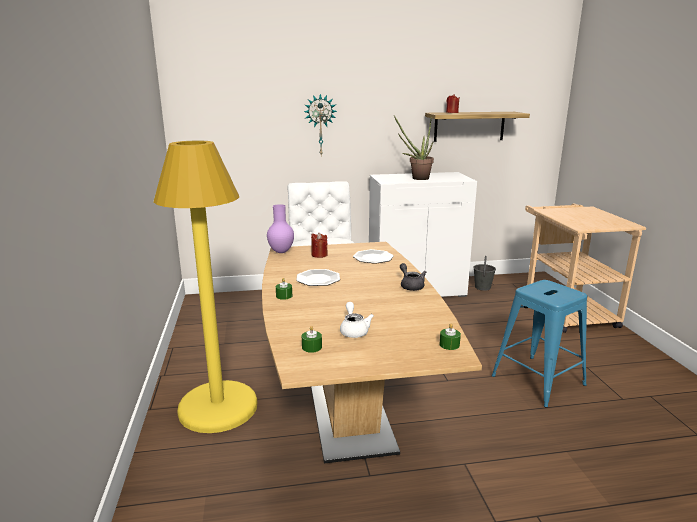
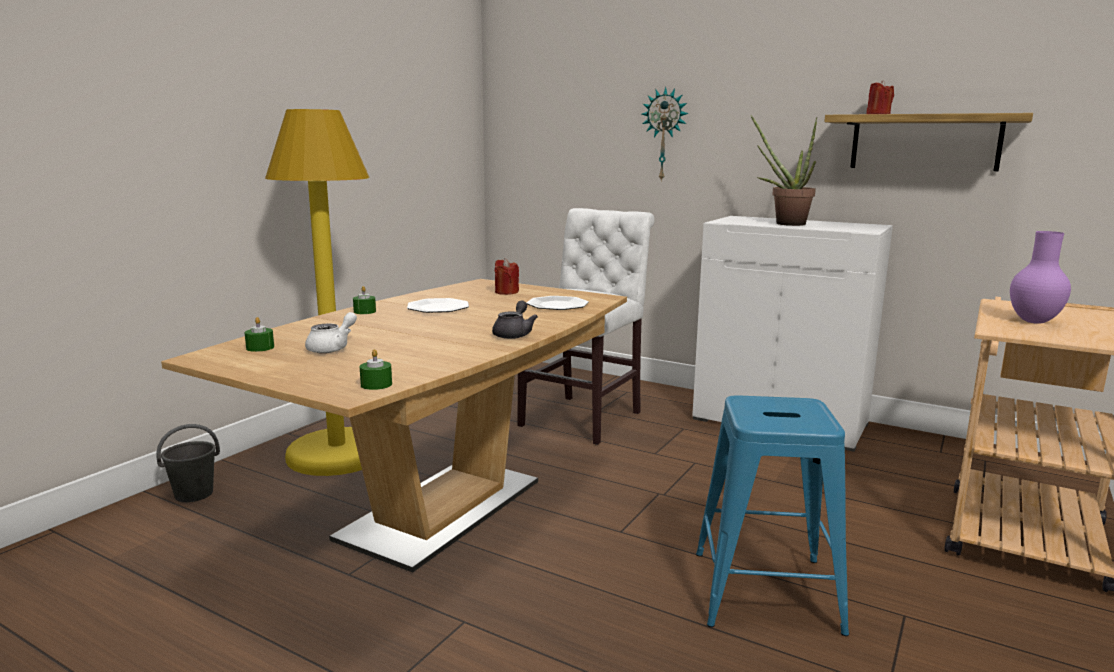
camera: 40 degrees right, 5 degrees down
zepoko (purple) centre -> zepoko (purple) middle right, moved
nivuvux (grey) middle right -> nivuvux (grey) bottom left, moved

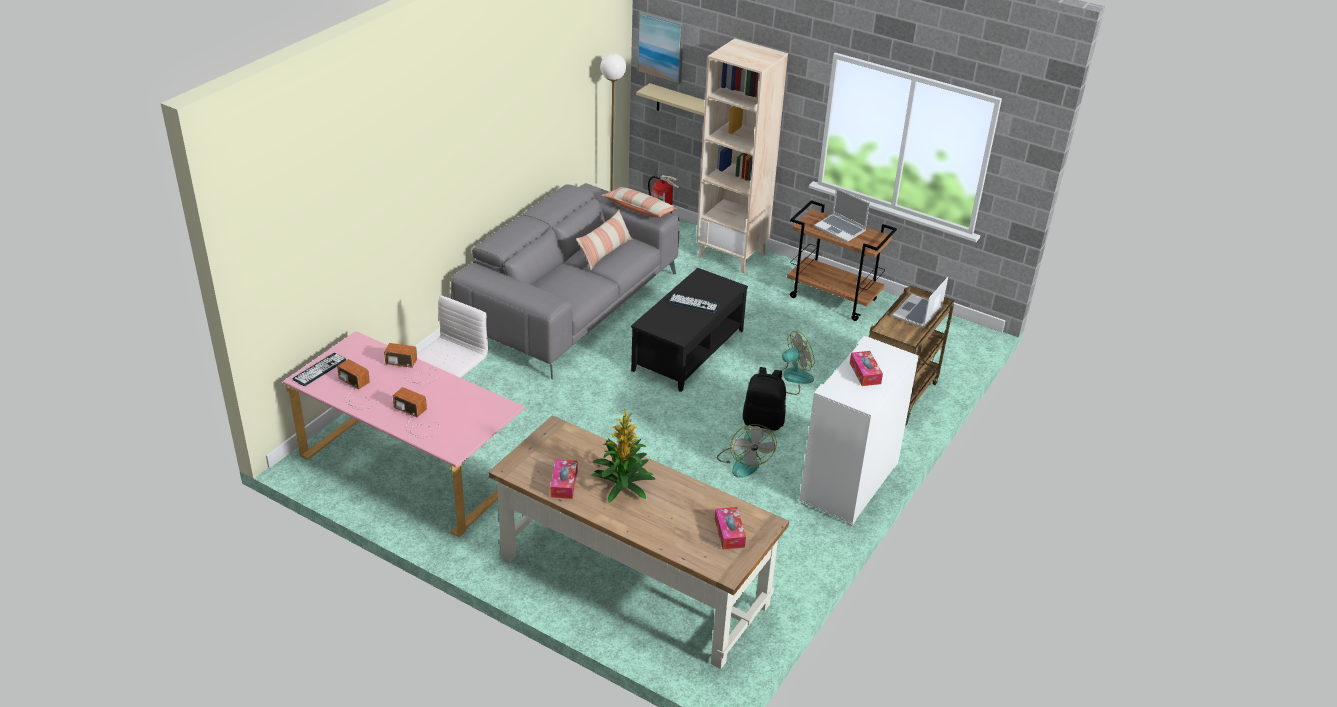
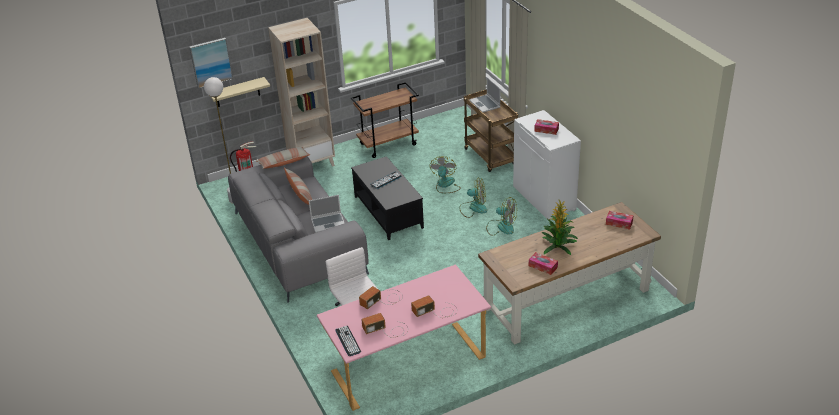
camera: 55 degrees left, 0 degrees up
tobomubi (1st from left) top centre -> tobomubi (1st from left) centre, moved
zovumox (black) centre -> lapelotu (2nd from left) centre

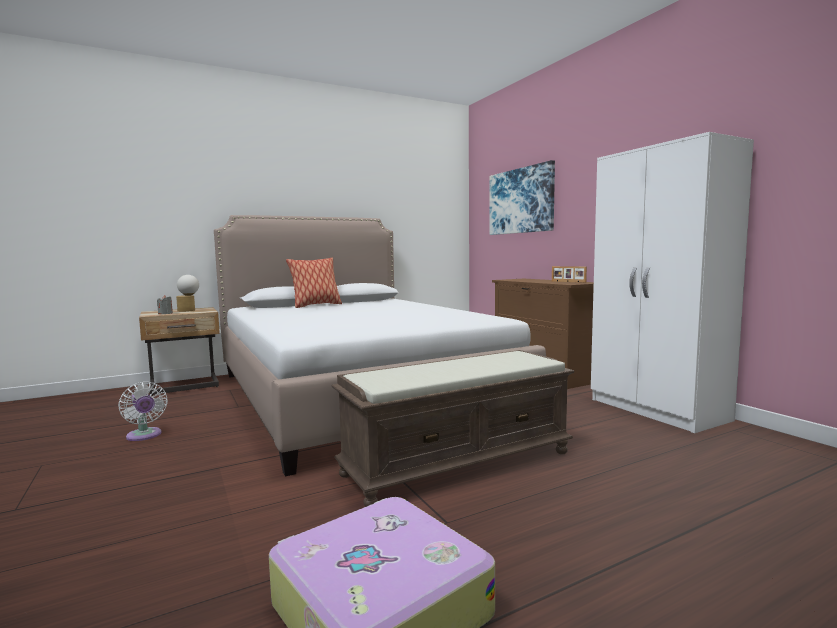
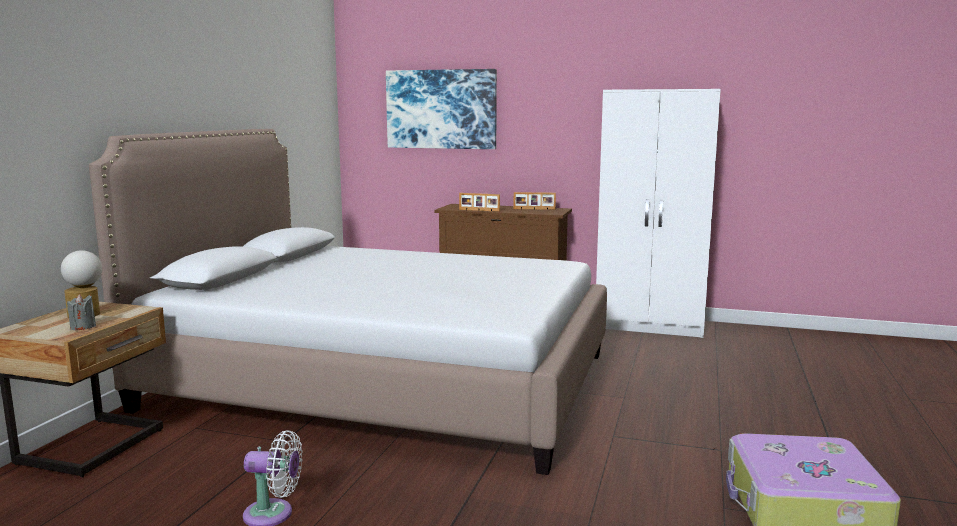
camera: 45 degrees left, 5 degrees up
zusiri centre -> none
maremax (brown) bottom centre -> none
none -> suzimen (1st from left) centre

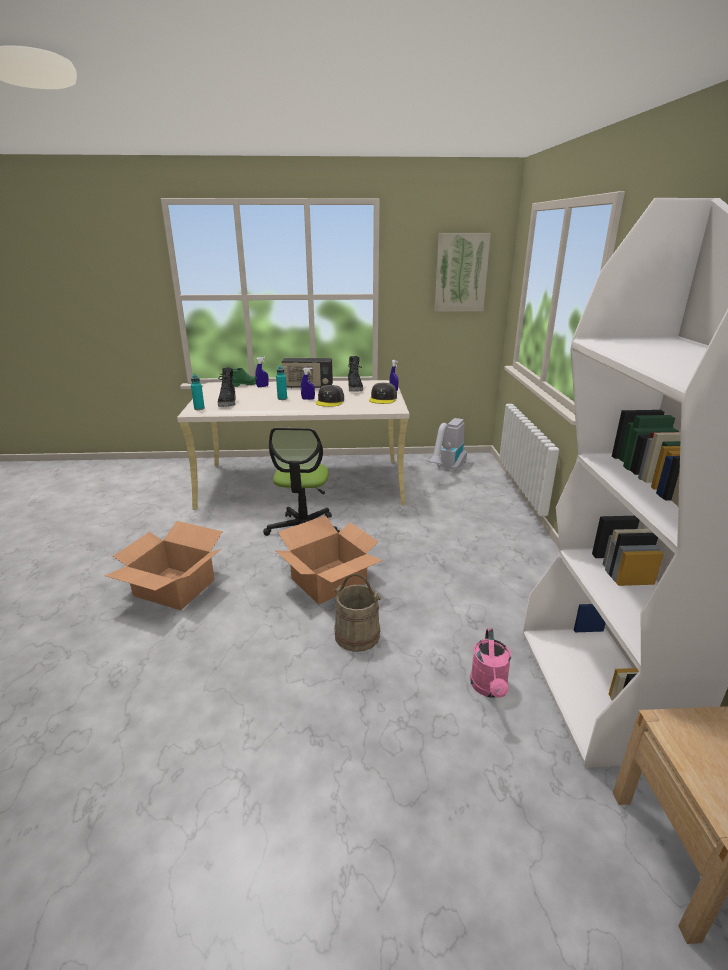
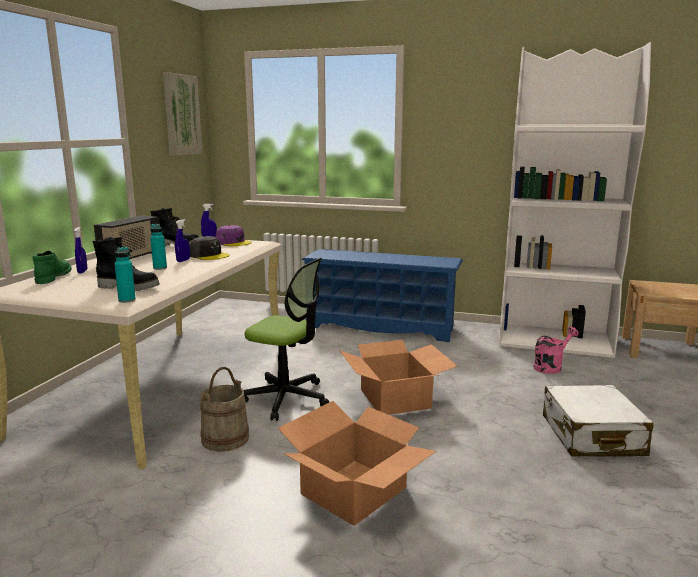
camera: 70 degrees left, 10 degrees down
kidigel centre -> none
none -> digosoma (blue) centre
none -> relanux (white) bottom right
nivuvux (beige) centre -> nivuvux (beige) bottom left, moved
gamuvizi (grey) (2nd from left) centre -> gamuvizi (purple) centre
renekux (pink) bottom right -> renekux (pink) middle right, 60 degrees counterclockwise

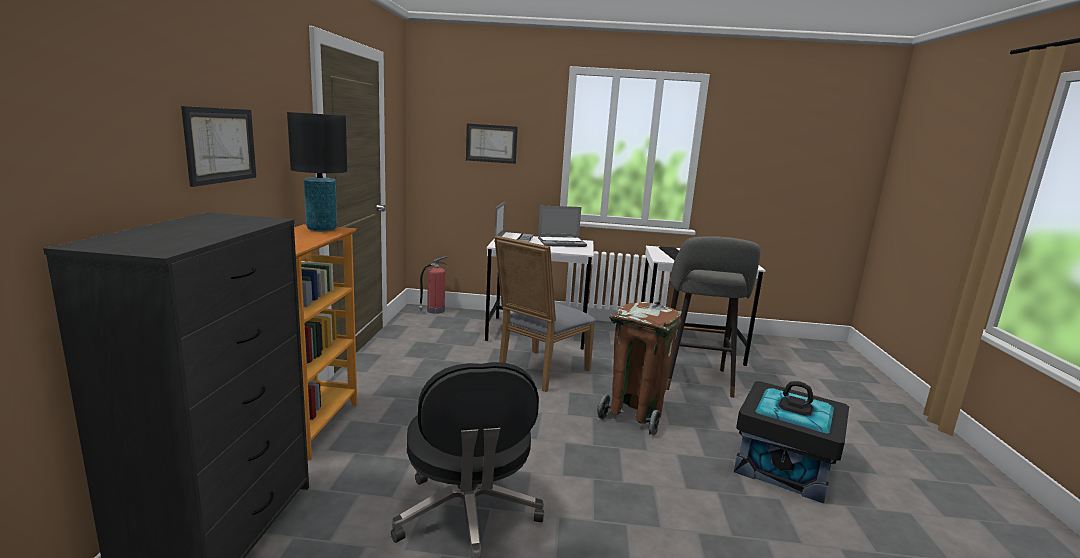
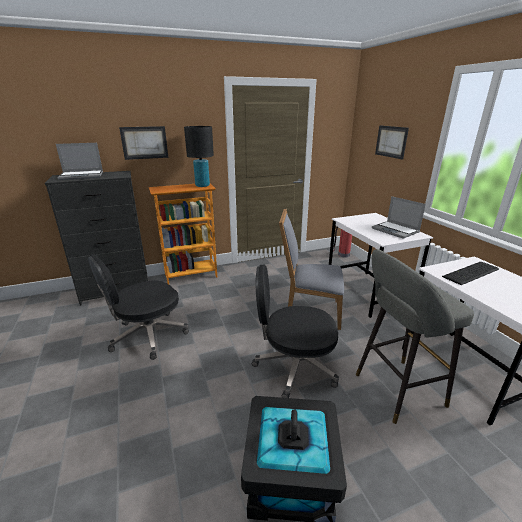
camera: 65 degrees right, 10 degrees up
tobomubi (1st from left) centre -> tobomubi (1st from left) top left, moved
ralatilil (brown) centre -> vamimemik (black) (2nd from left) centre

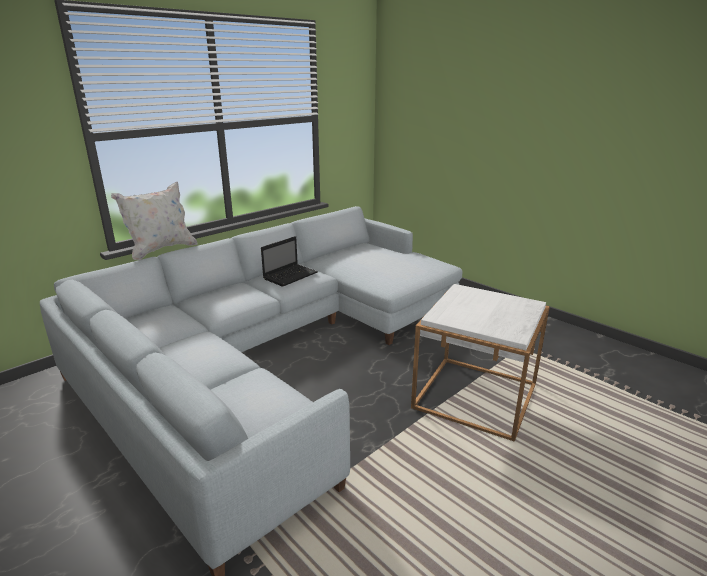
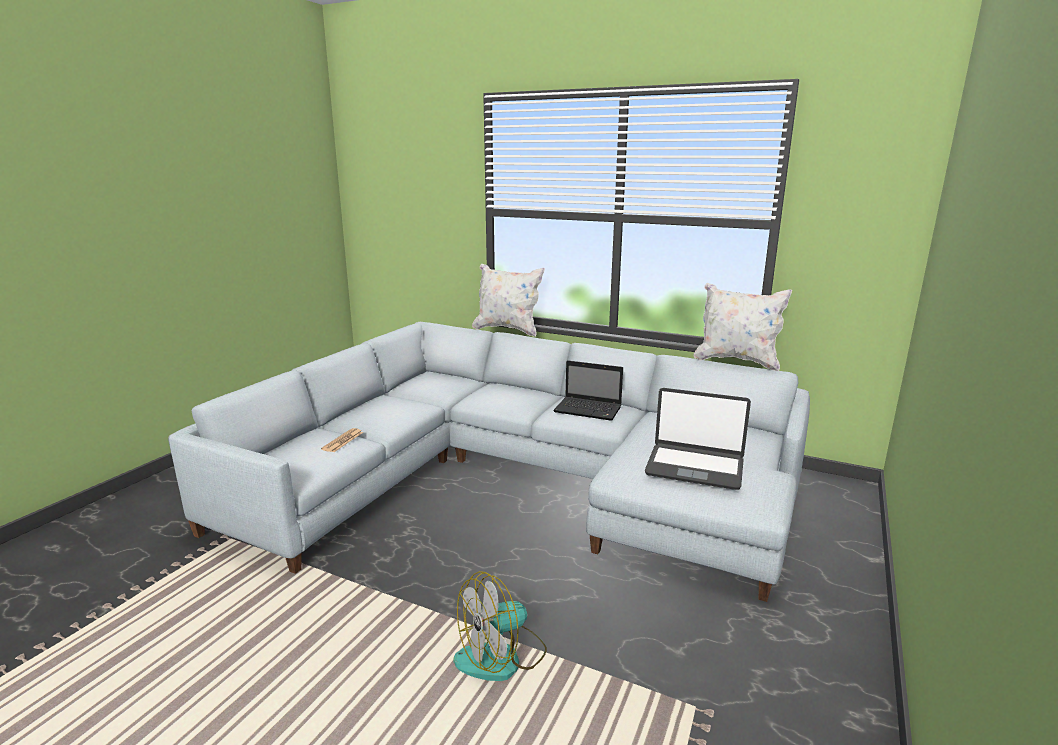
camera: 70 degrees right, 5 degrees down
none -> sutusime middle left
none -> tobomubi (2nd from left) centre
none -> zusiri (white) (2nd from left) middle right
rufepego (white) middle right -> lapelotu bottom centre

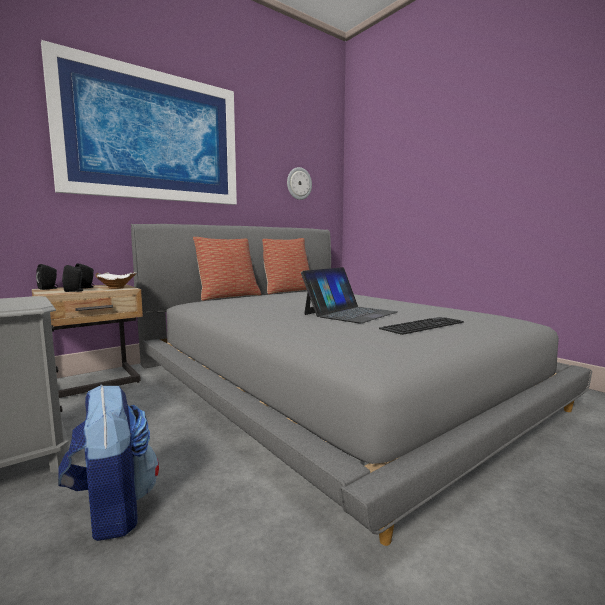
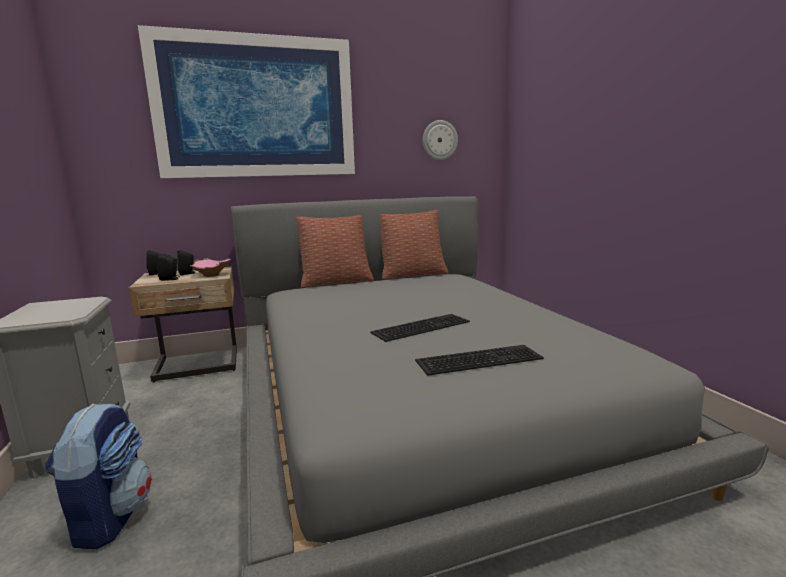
camera: 20 degrees right, 5 degrees up
tobomubi centre -> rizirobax (1st from left) centre
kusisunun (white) middle left -> kusisunun (pink) middle left

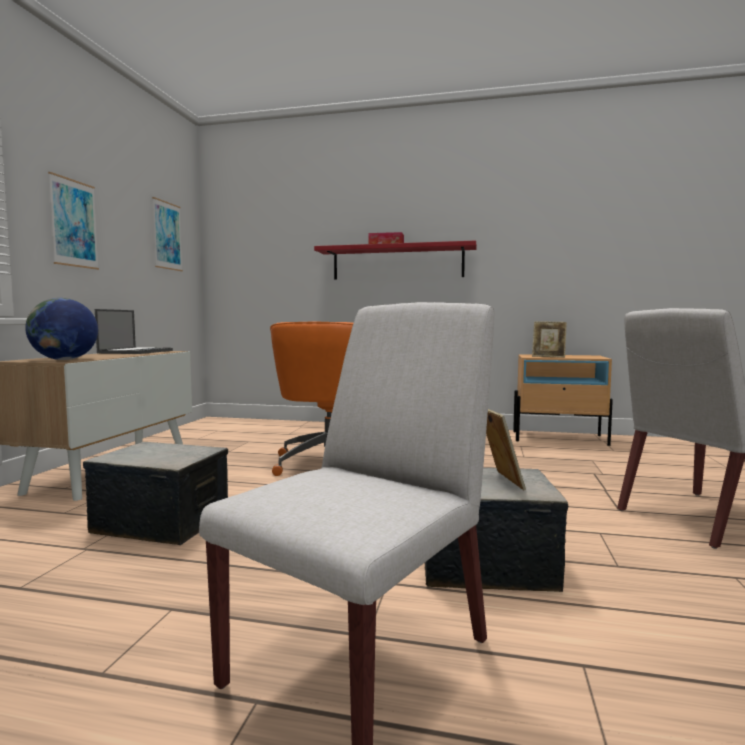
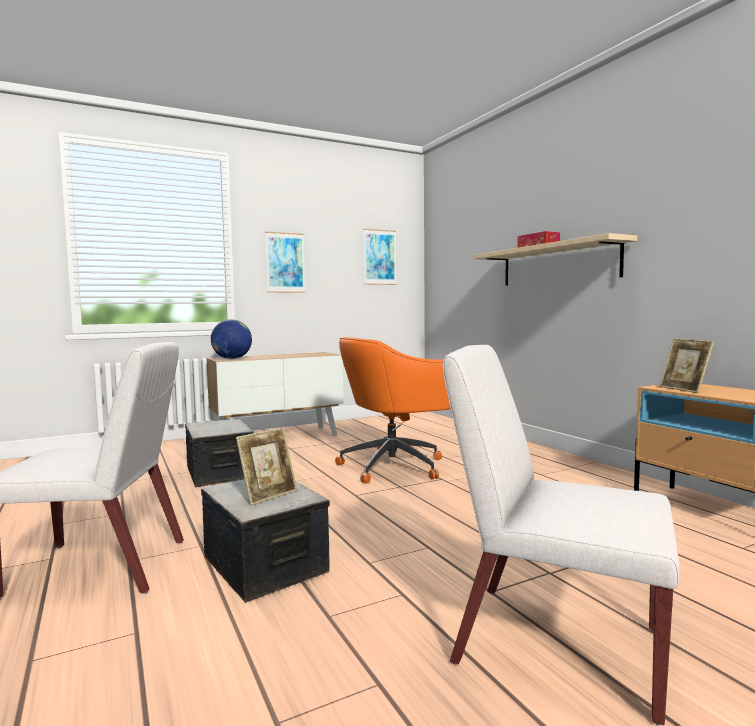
camera: 50 degrees right, 0 degrees up
tobomubi middle left -> none
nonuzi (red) centre -> nonuzi (beige) middle right

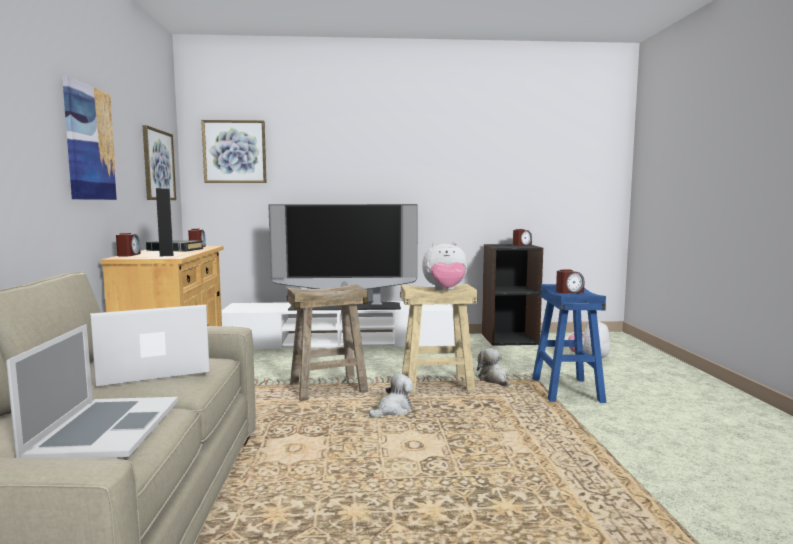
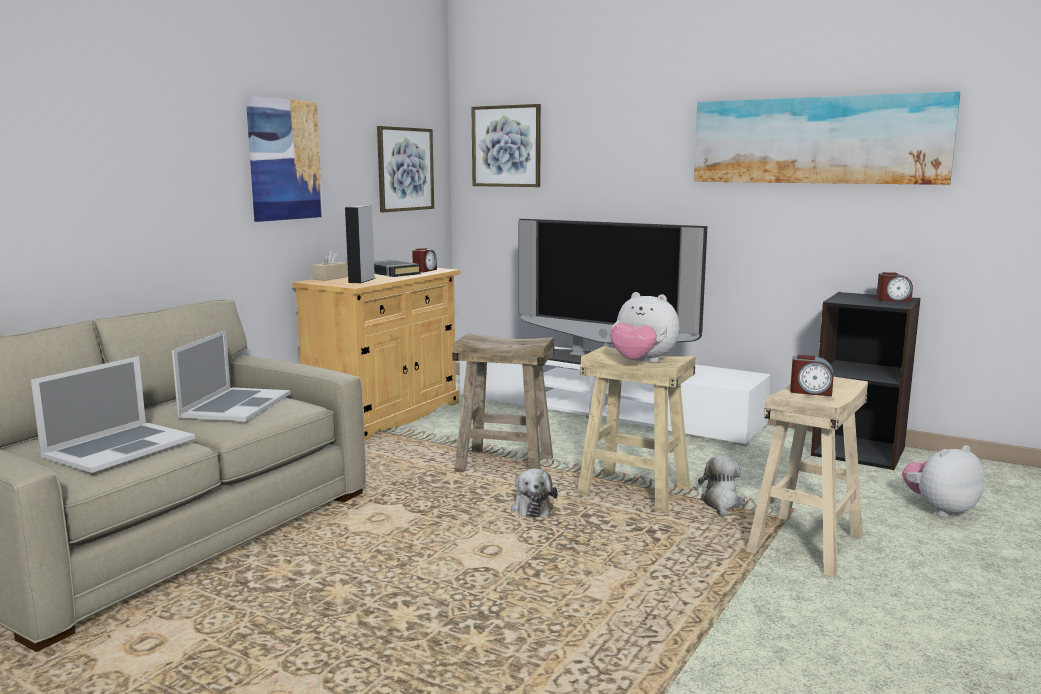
camera: 35 degrees right, 5 degrees up
none -> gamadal (4th from left) top right
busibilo (1st from left) middle left -> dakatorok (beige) middle left
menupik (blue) middle right -> menupik (beige) (3rd from left) bottom right
tobomubi (2nd from left) middle left, 90 degrees clockwise
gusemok (1st from left) bottom centre, 90 degrees clockwise

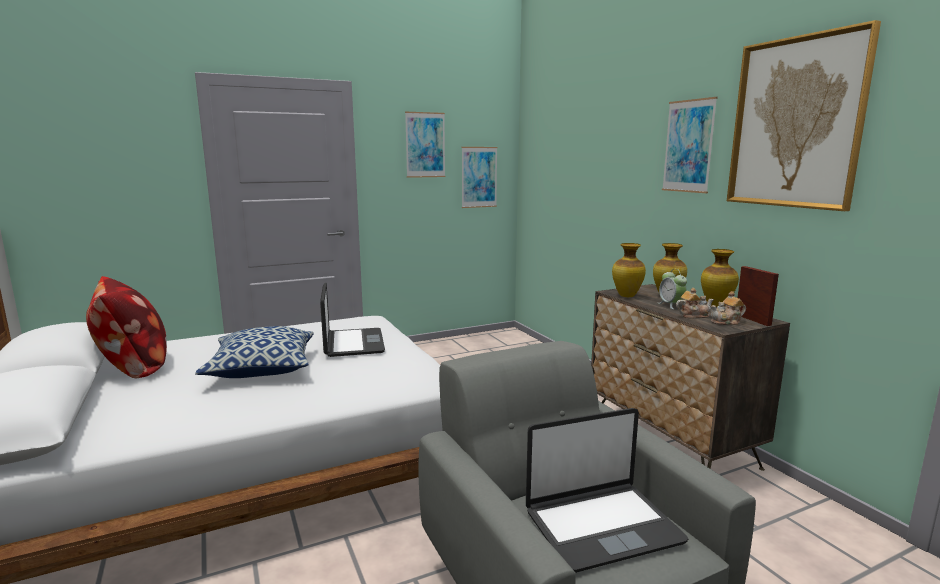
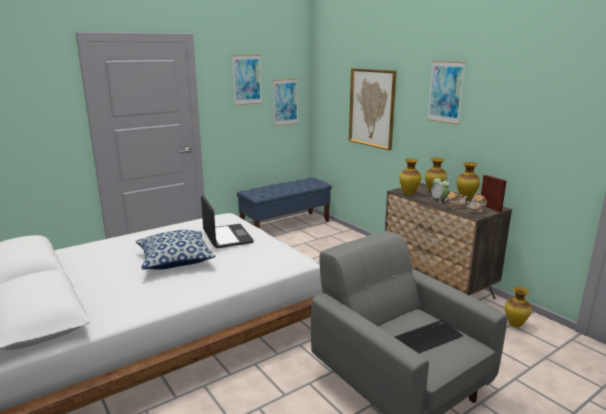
camera: 10 degrees left, 5 degrees up
zusiri (1st from left) middle left -> none
none -> maremax (blue) centre
none -> zepoko (4th from left) bottom right
gamadal (4th from left in the first image) top right -> gamadal (3rd from left) top centre, moved
tobomubi (2nd from left) bottom centre -> rizirobax bottom right

